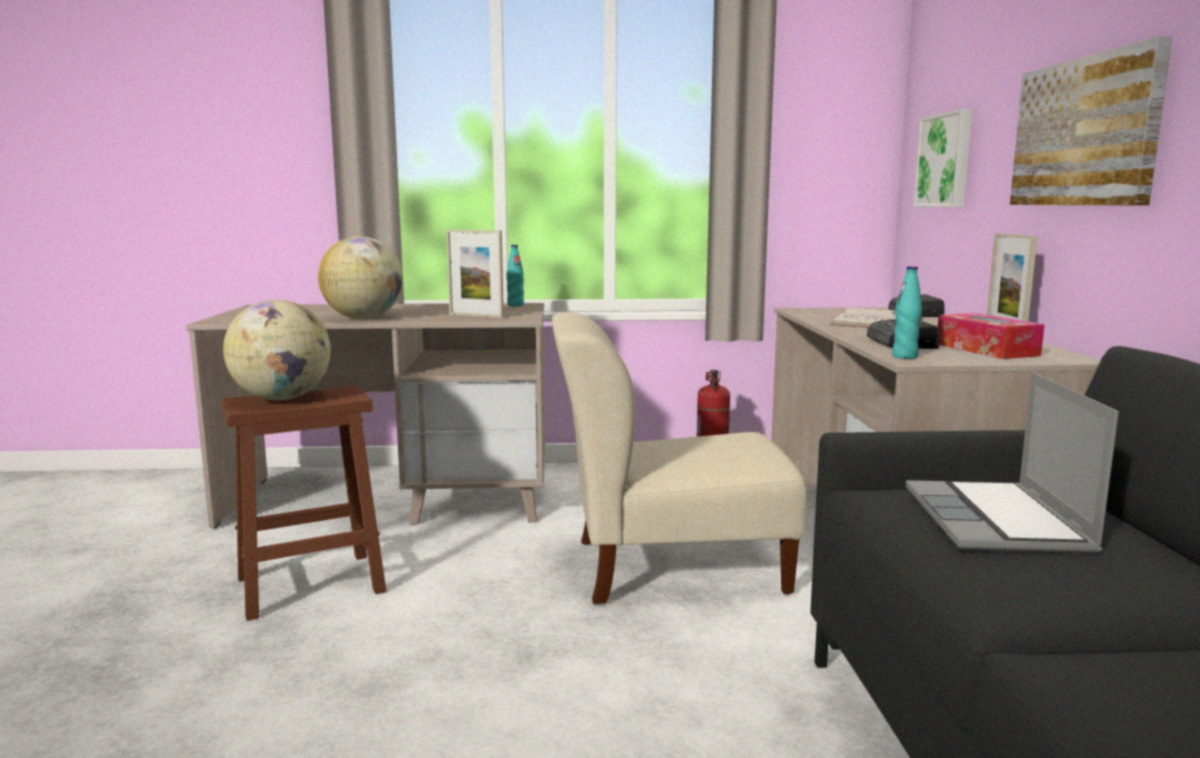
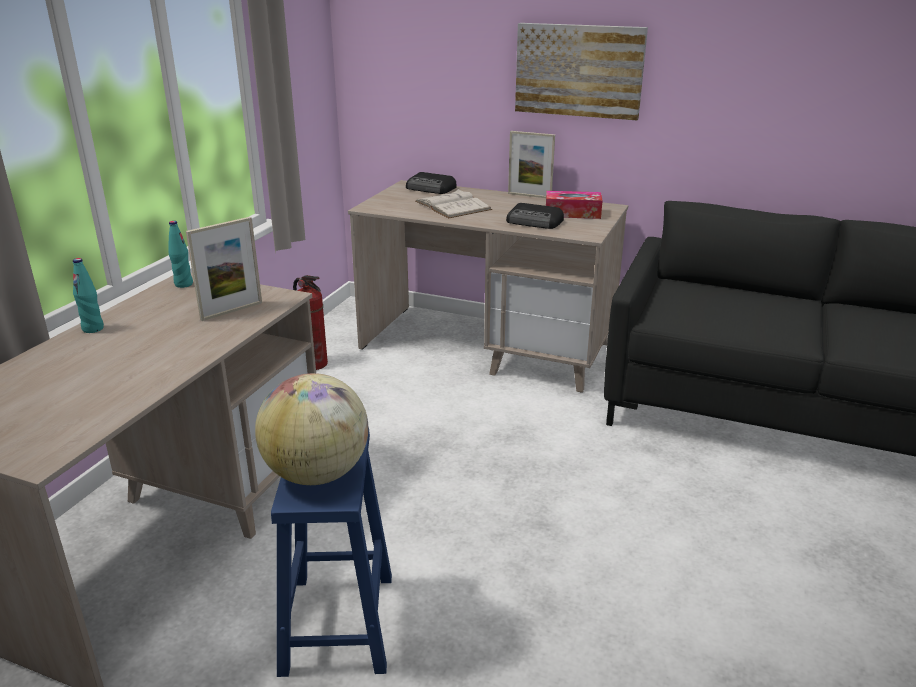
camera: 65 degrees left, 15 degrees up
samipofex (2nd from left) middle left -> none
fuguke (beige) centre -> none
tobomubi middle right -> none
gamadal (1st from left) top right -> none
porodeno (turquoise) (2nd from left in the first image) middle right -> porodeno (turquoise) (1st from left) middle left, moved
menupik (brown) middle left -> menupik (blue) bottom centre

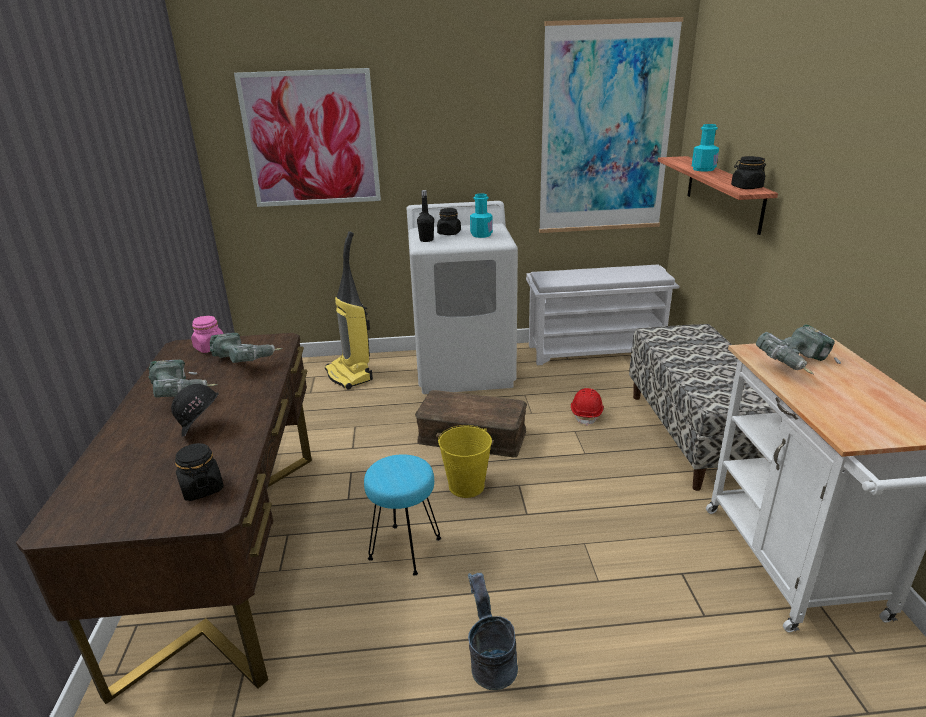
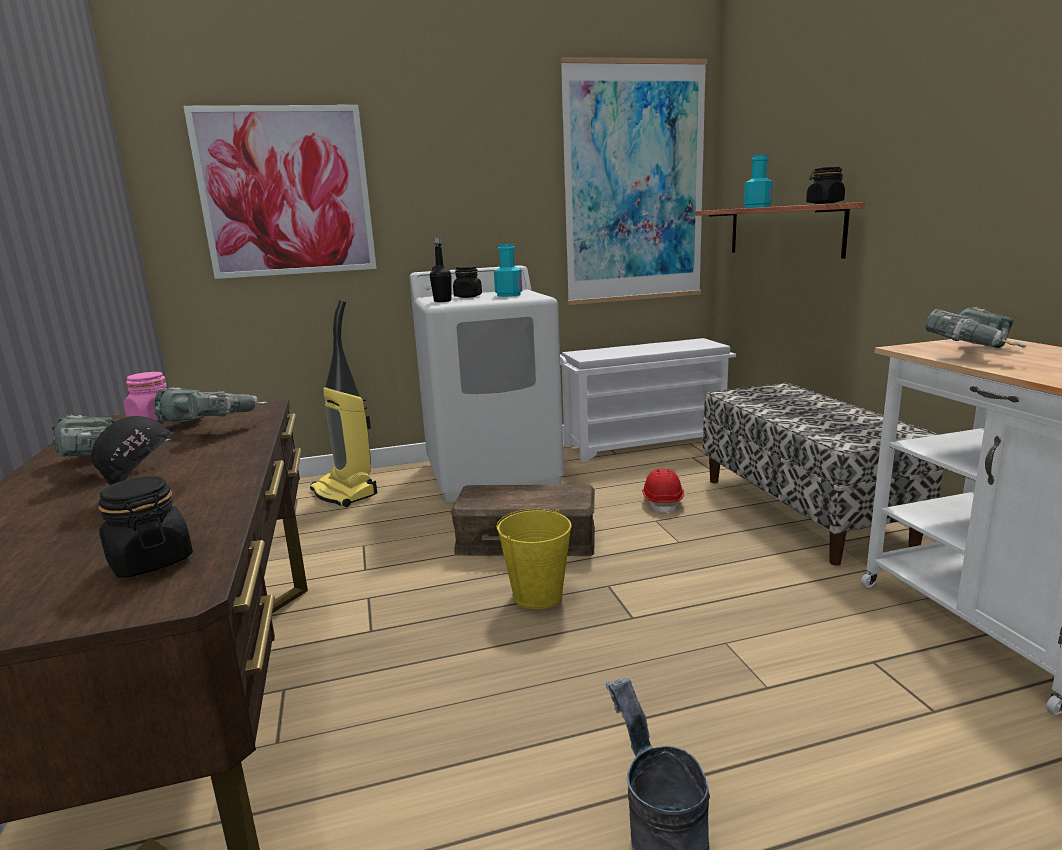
camera: 10 degrees left, 10 degrees down
menupik (turquoise) bottom centre -> none

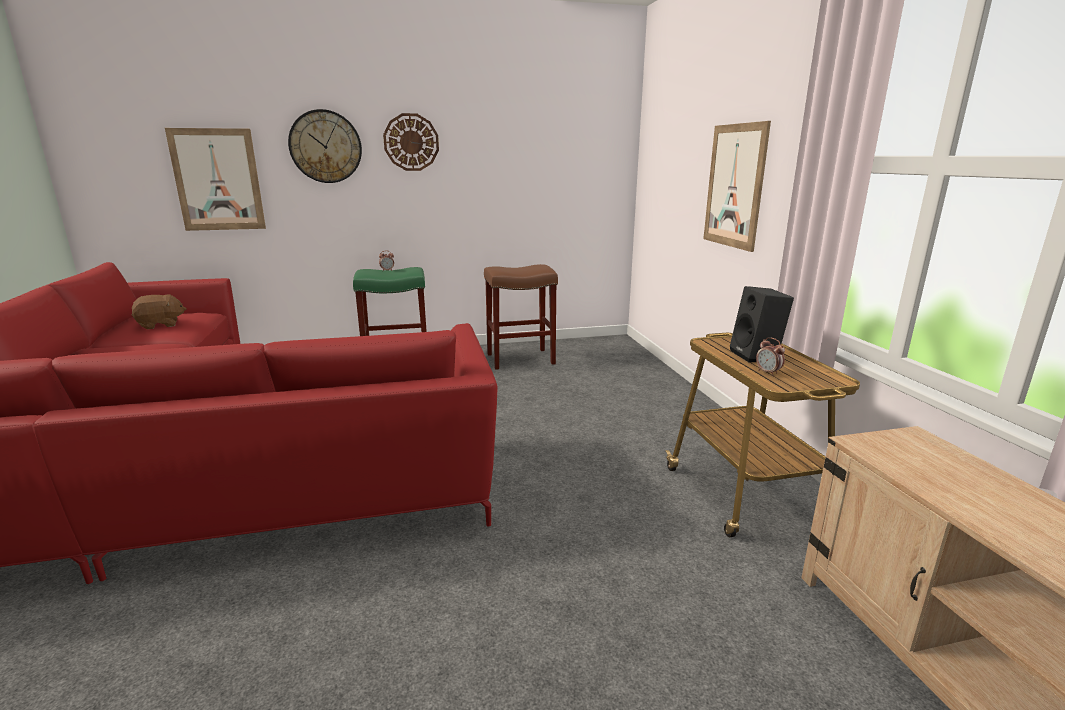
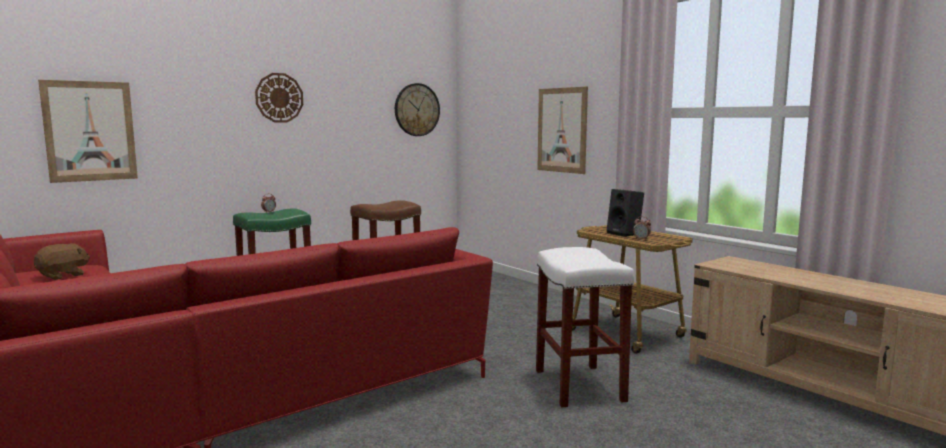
camera: 25 degrees left, 10 degrees down
none -> menupik (white) bottom centre
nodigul (1st from left in the first image) top left -> nodigul (2nd from left) top centre, moved

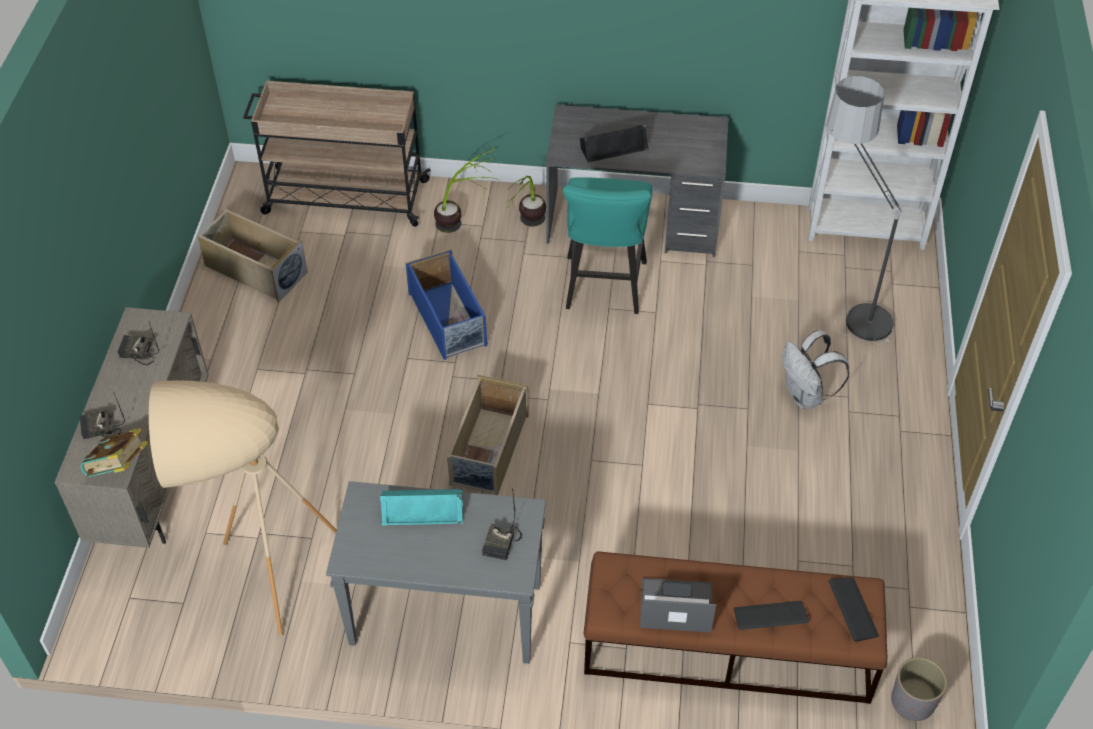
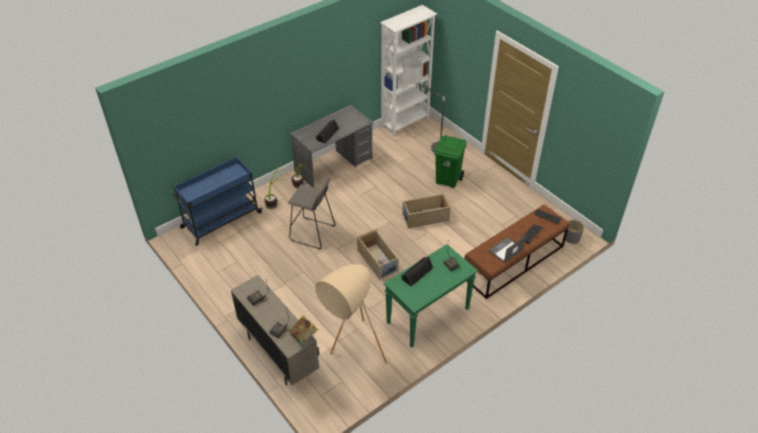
camera: 45 degrees left, 5 degrees down
menupik (turquoise) centre -> none
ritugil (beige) (1st from left in the first image) middle left -> ritugil (beige) (2nd from left) centre, moved
ritugil (blue) centre -> menupik (grey) centre
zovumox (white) middle right -> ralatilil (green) centre
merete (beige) top left -> merete (blue) middle left
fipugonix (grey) bottom centre -> fipugonix (green) bottom centre
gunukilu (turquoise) bottom centre -> gunukilu (black) (2nd from left) centre

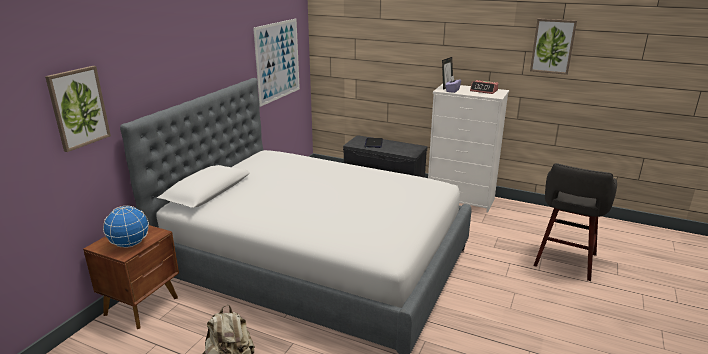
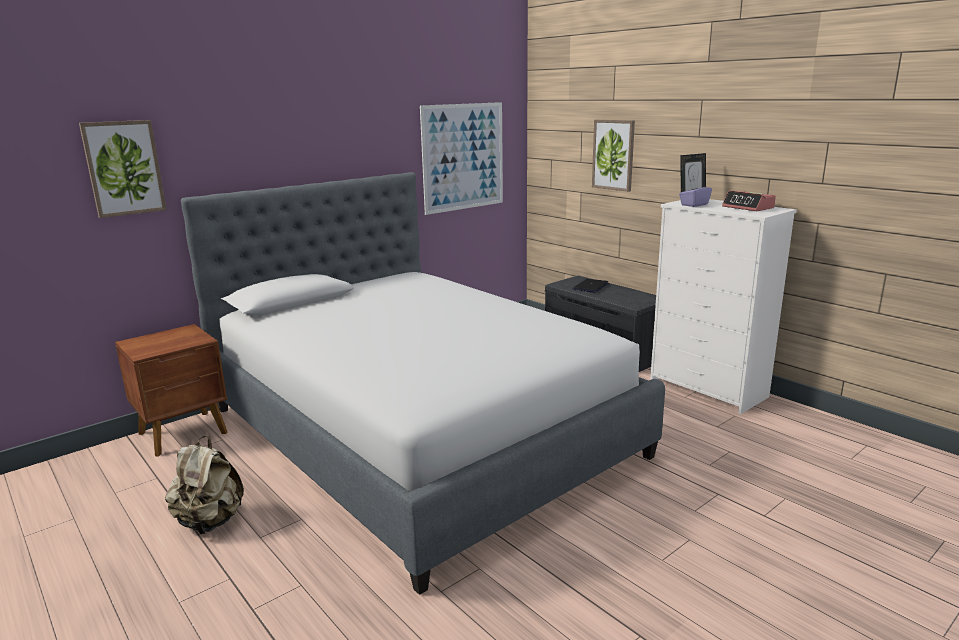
camera: 25 degrees right, 5 degrees down
samipofex middle left -> none
menupik (grey) middle right -> none
gamadal (3rd from left) top right -> gamadal (3rd from left) top centre, moved

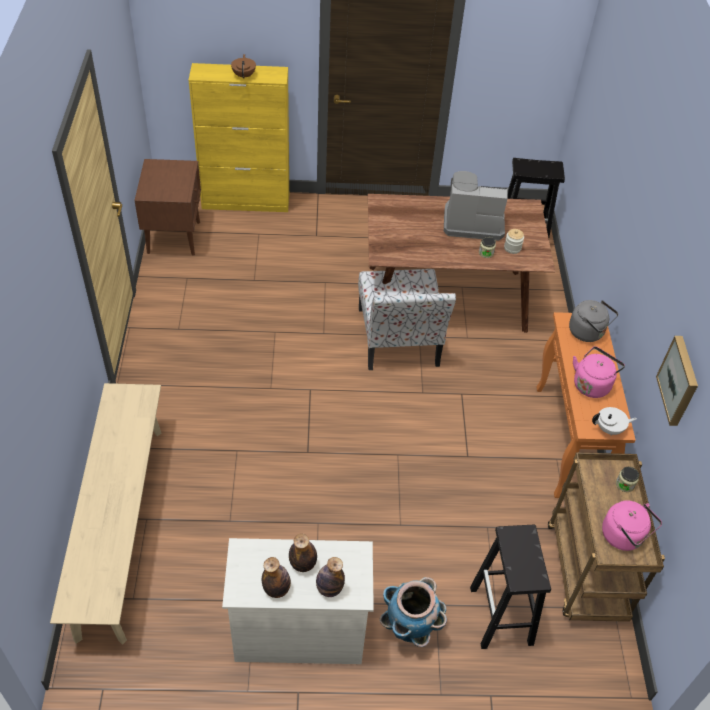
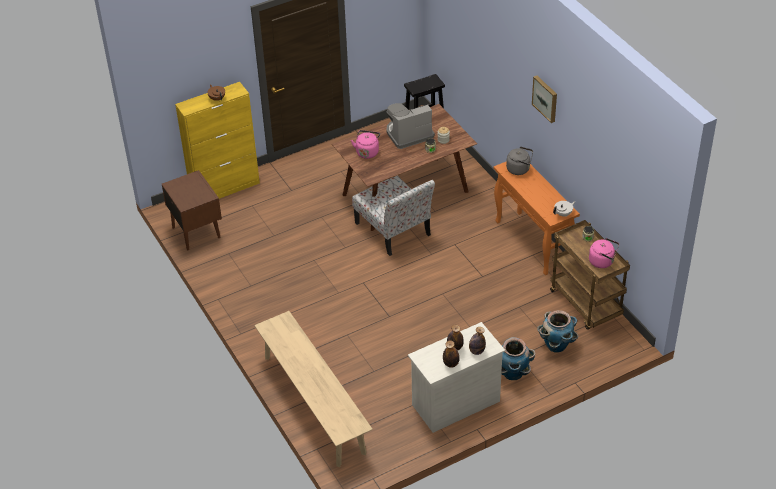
camera: 25 degrees left, 5 degrees down
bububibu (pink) (1st from left) middle right -> bububibu (pink) (1st from left) top centre, moved
gamadal middle right -> gamadal top right, moved
menupik (black) (1st from left) bottom right -> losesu (2nd from left) bottom right

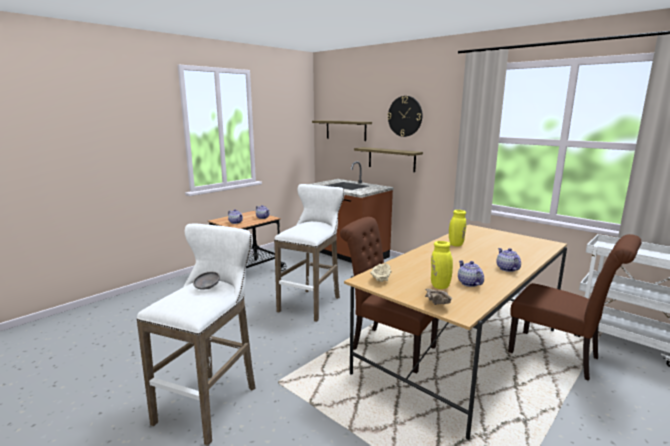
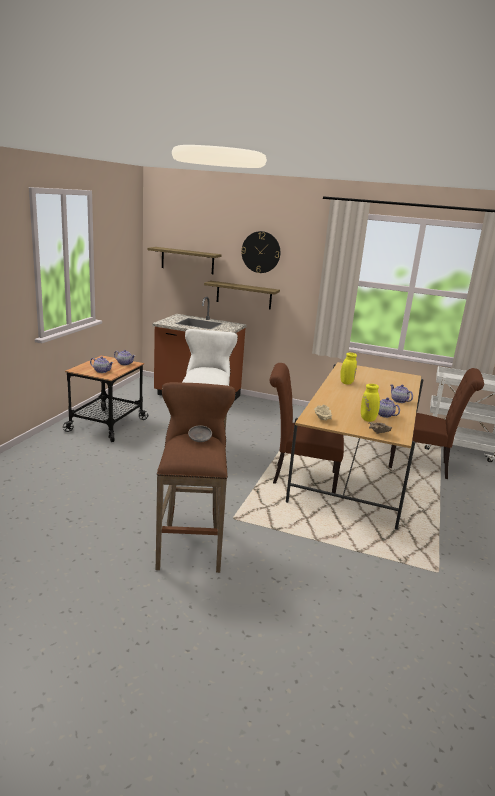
camera: 25 degrees left, 5 degrees up
menupik (white) (1st from left) bottom left -> menupik (brown) centre

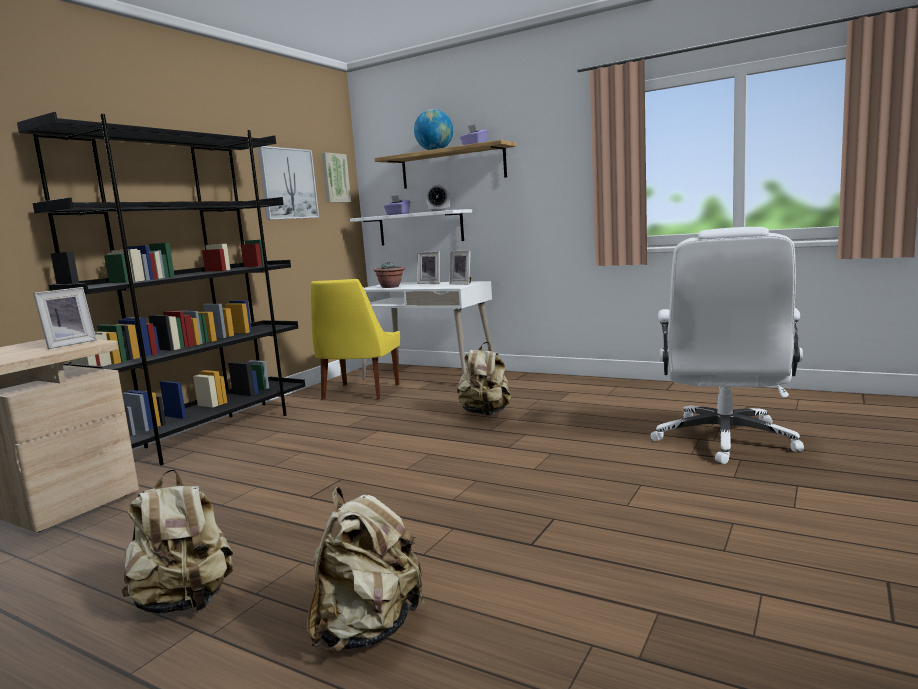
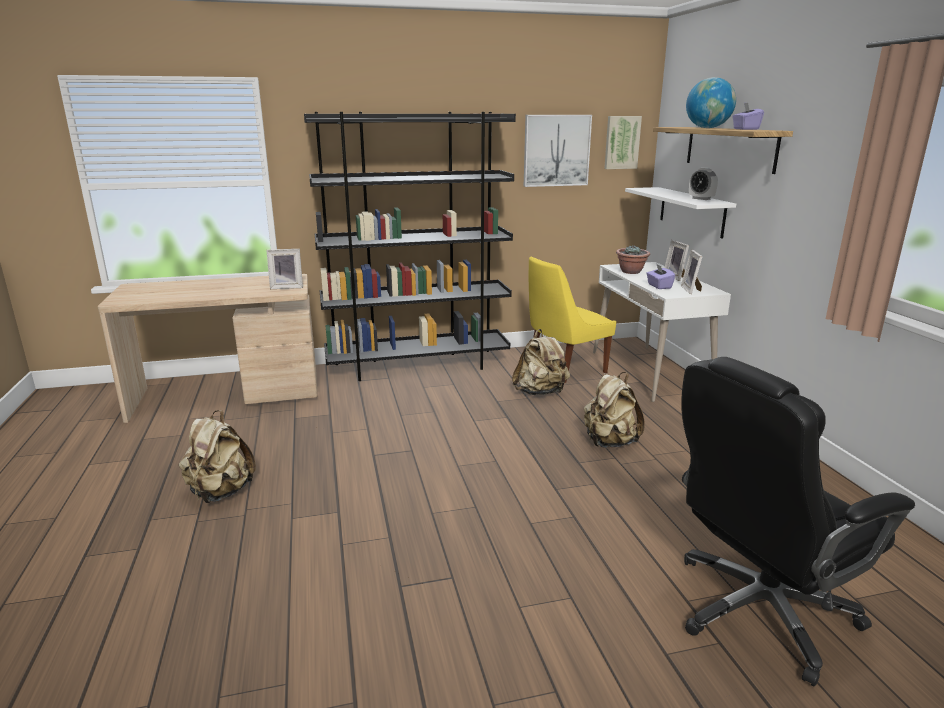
camera: 45 degrees right, 10 degrees up
zovumox (beige) (2nd from left) bottom centre -> zovumox (beige) (2nd from left) centre, moved
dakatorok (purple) (1st from left) top centre -> dakatorok (purple) (1st from left) middle right, moved
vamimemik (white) middle right -> vamimemik (black) bottom right

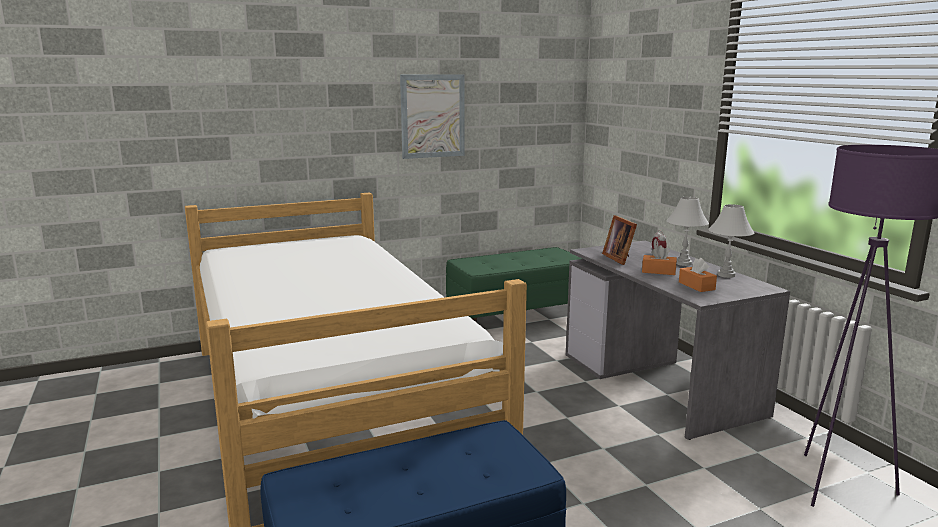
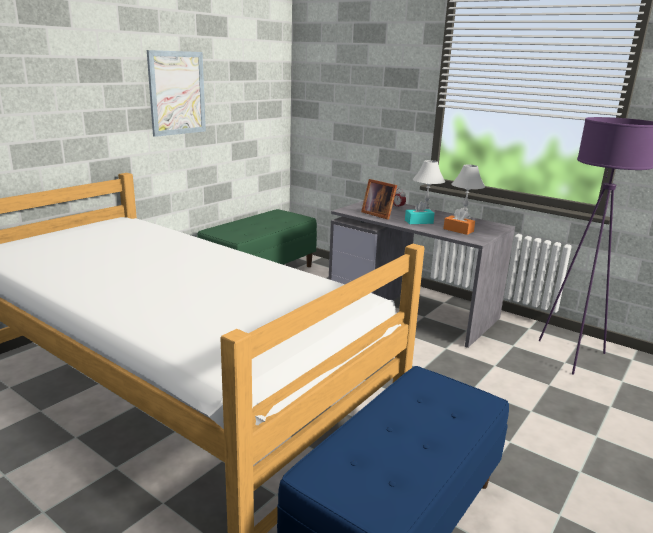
camera: 30 degrees left, 5 degrees up
dakatorok (orange) (1st from left) middle right -> dakatorok (turquoise) centre

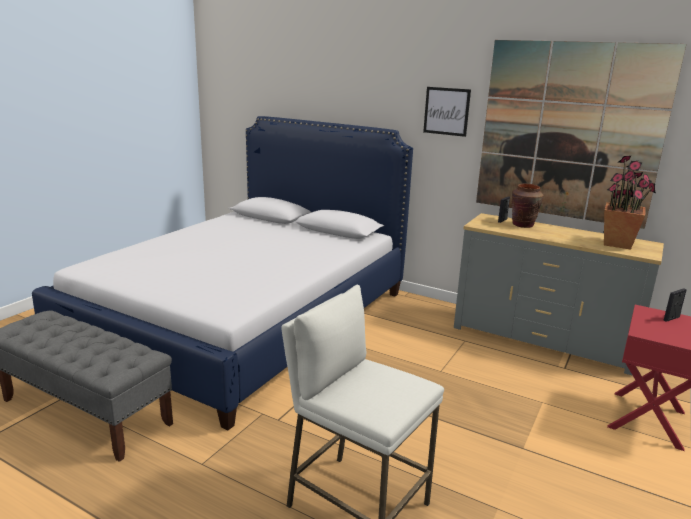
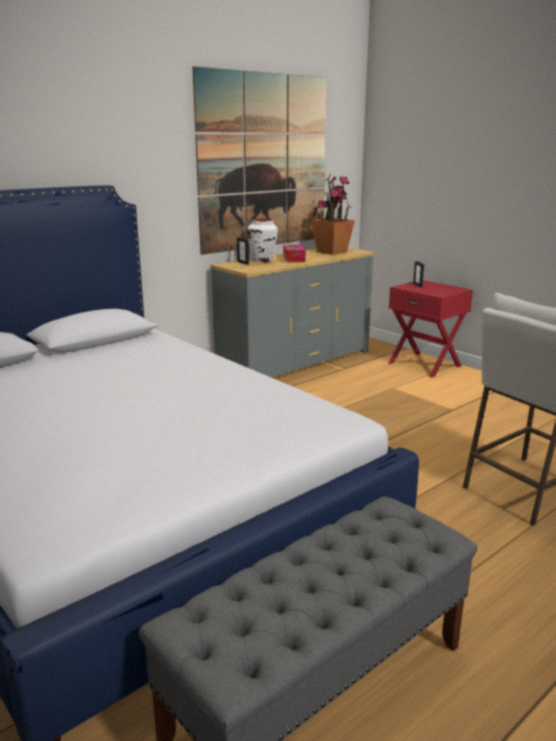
camera: 70 degrees left, 0 degrees up
gamadal (1st from left) top centre -> none
none -> dakatorok centre
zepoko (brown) middle right -> zepoko (white) top centre

